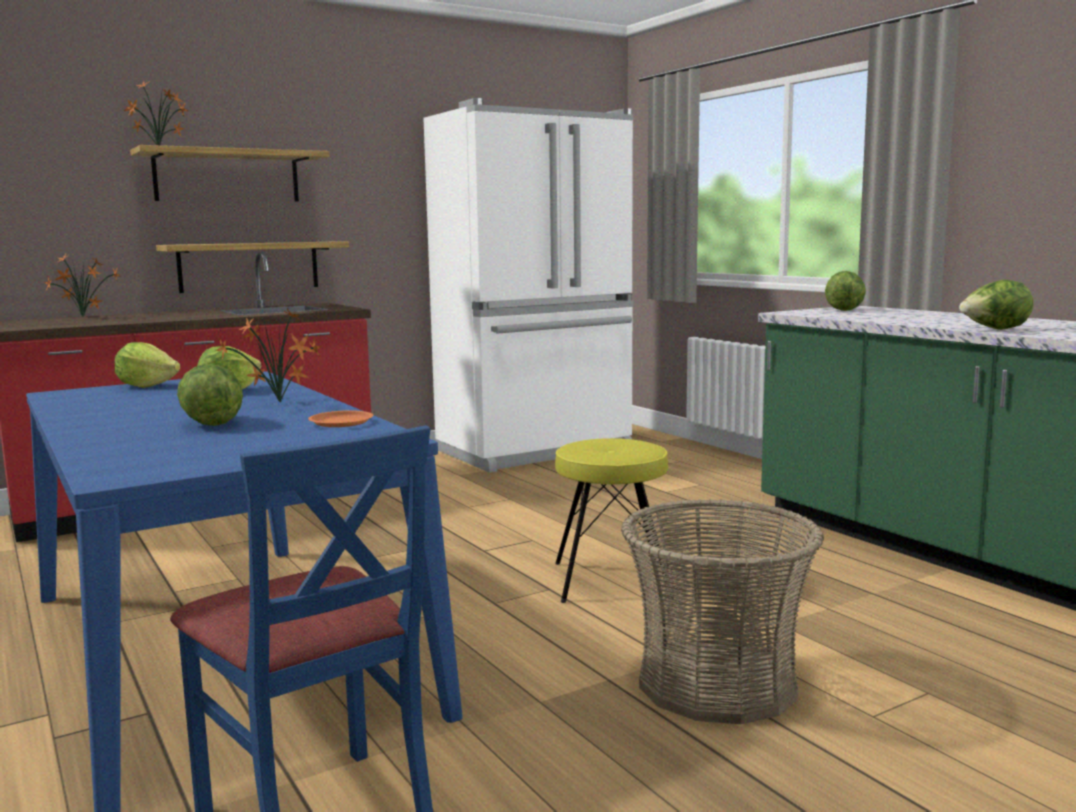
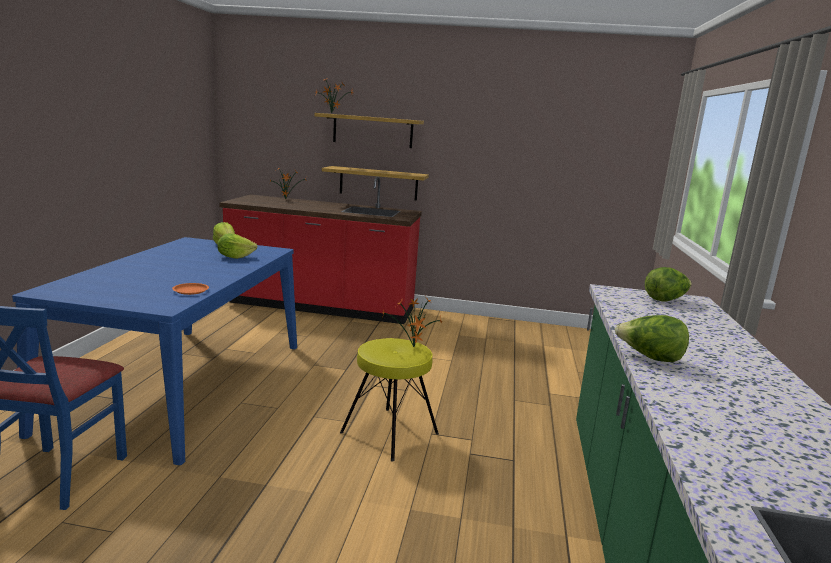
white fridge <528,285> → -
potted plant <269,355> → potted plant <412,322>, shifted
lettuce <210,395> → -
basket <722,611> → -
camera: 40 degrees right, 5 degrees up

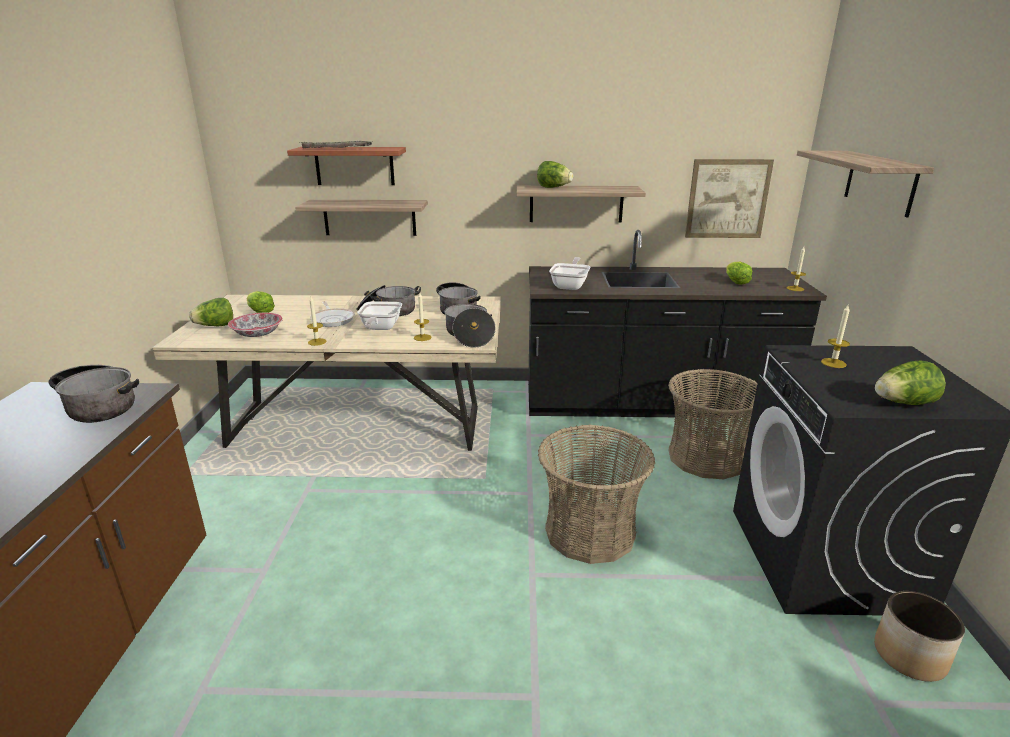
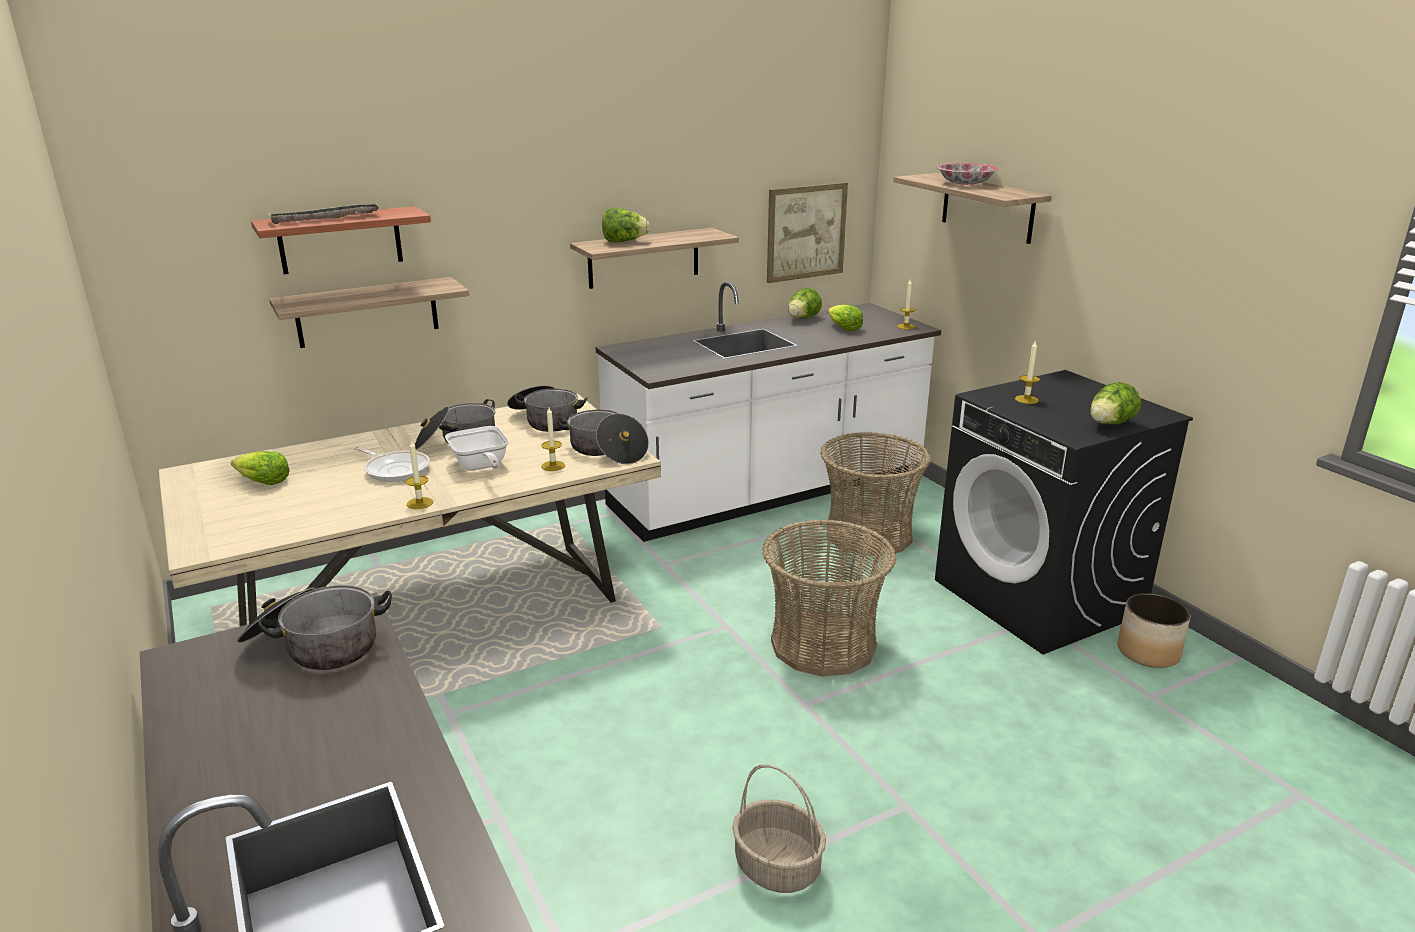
black counter <677,324> → white counter <768,412>
frying pan <570,273> → -
lettuce <211,312> → lettuce <805,303>, shifted
bowl <255,325> → bowl <967,174>, shifted
- → basket <779,828>
camera: 30 degrees left, 0 degrees up

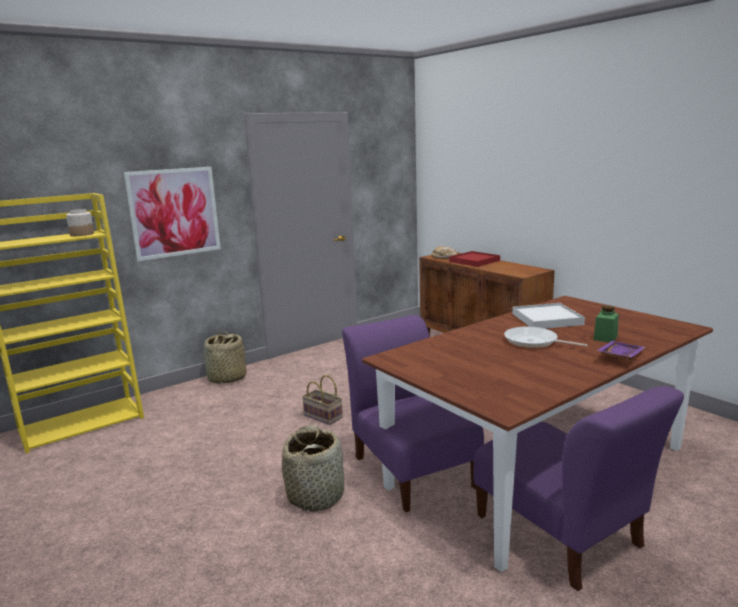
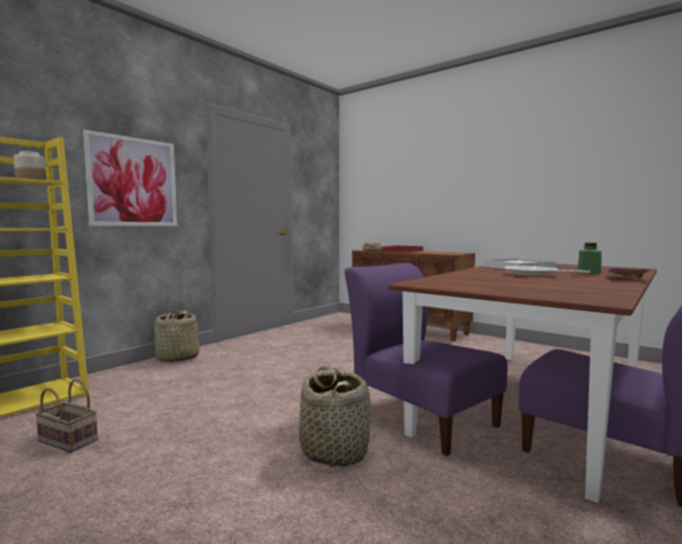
basket <322,400> → basket <66,416>, shifted
camera: 15 degrees left, 10 degrees down

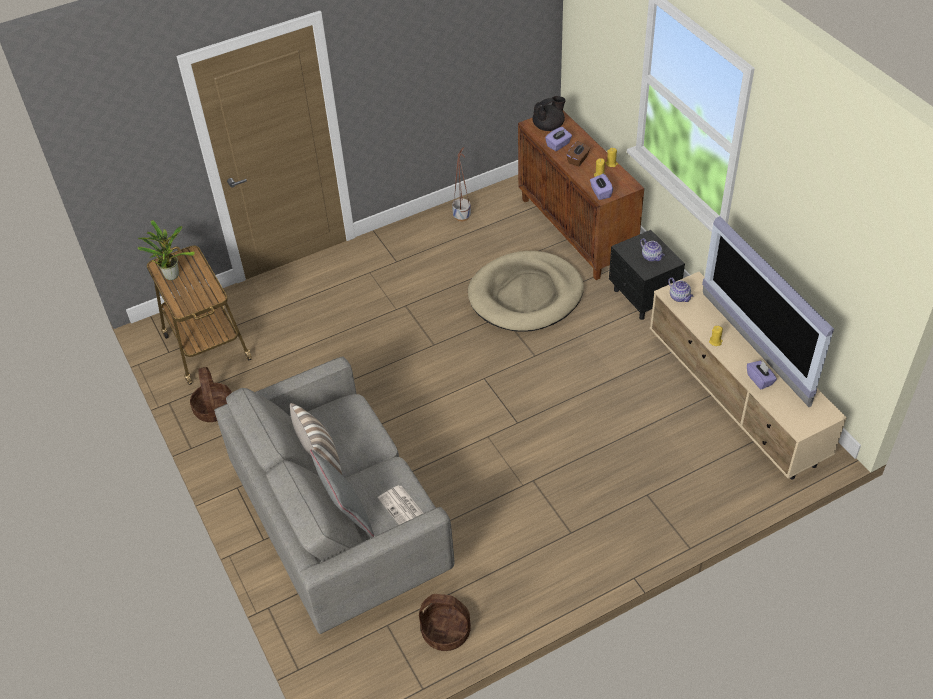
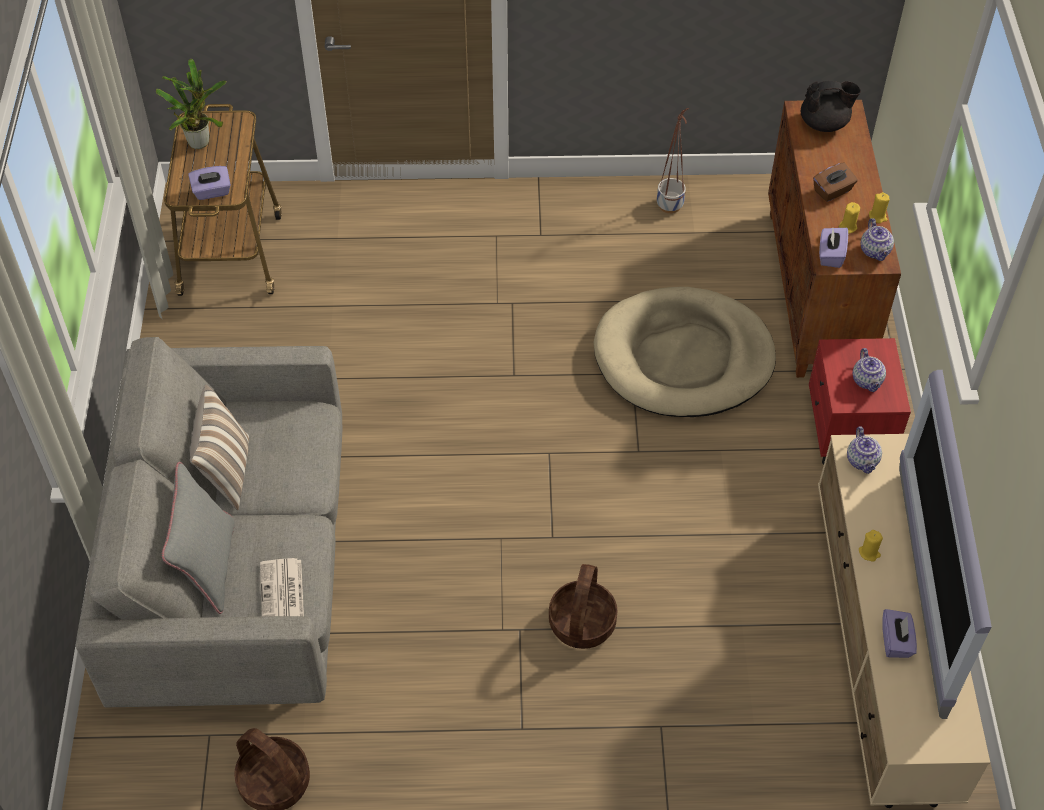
purple tissue box <558,139> → purple tissue box <209,183>, shifted
black nightstand <647,275> → red nightstand <860,401>
basket <211,394> → basket <583,606>, shifted
- → teapot <877,239>
camera: 25 degrees right, 5 degrees up

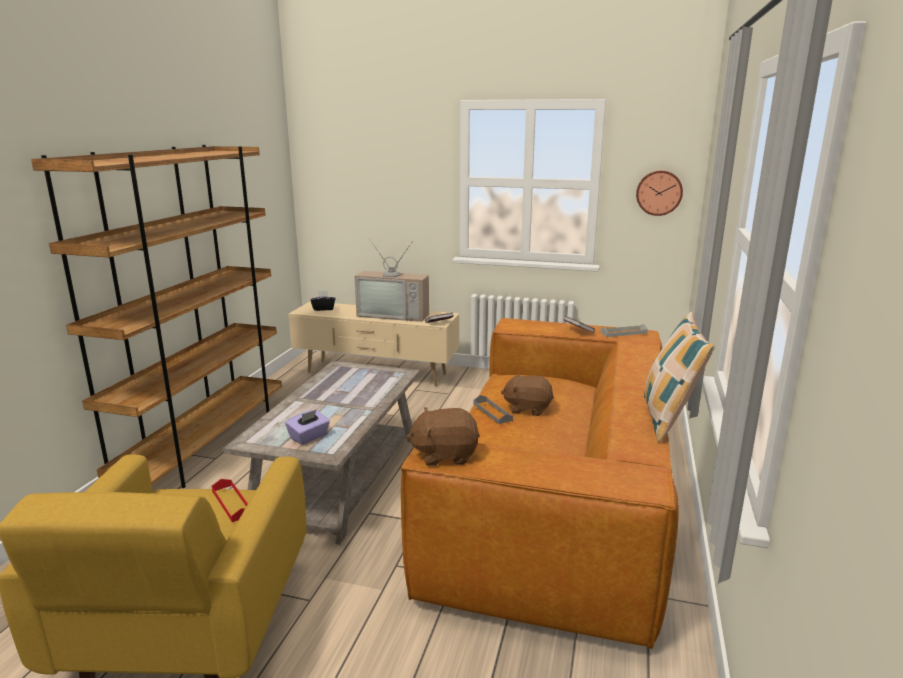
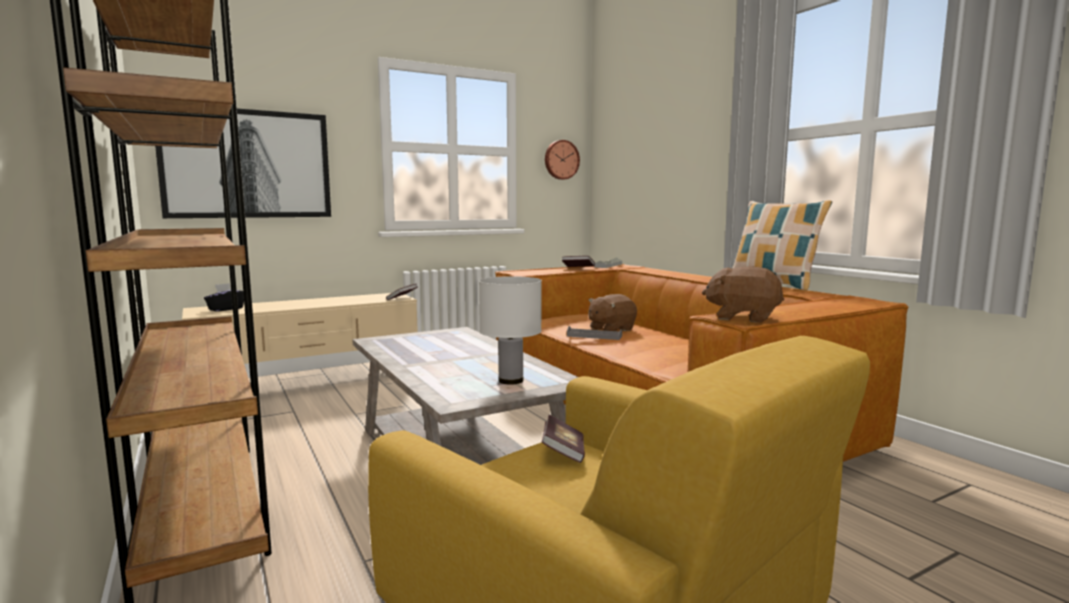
television <392,280> → -
brown plush toy <443,436> → brown plush toy <743,294>, 75 degrees clockwise
purple tissue box <307,427> → white table lamp <510,330>
red tray <230,500> → book <563,439>
- → picture <243,163>
camera: 45 degrees left, 10 degrees down

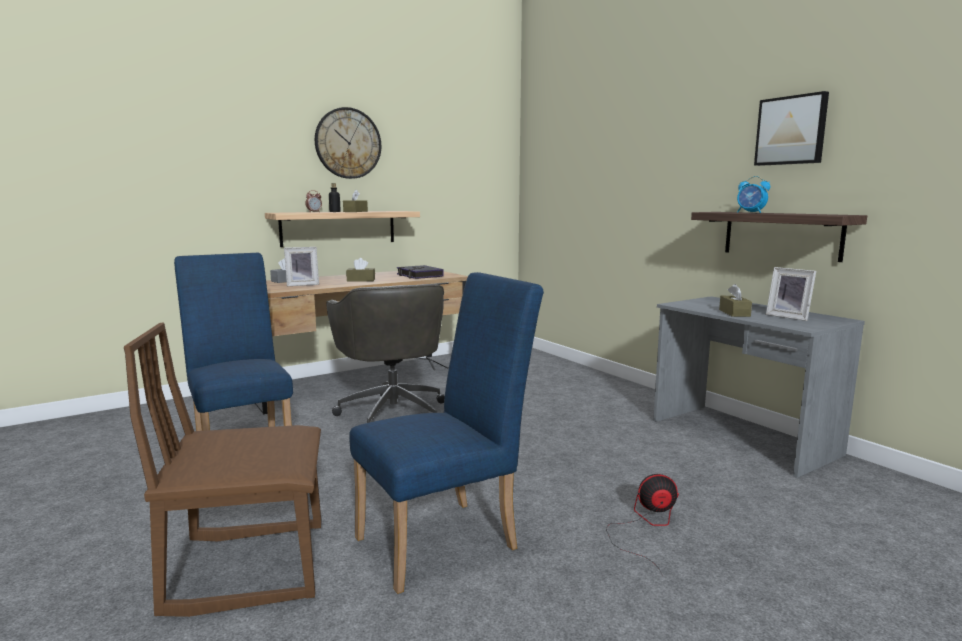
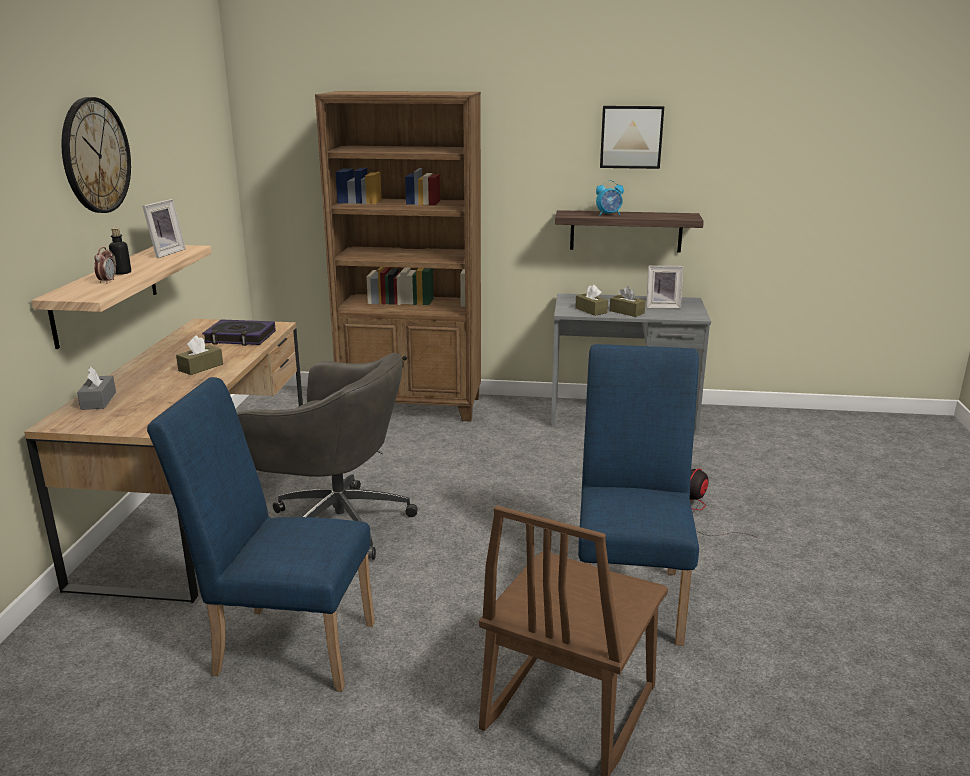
brown tissue box <355,201> → brown tissue box <591,300>, shifted
picture frame <301,266> → picture frame <164,228>, shifted
- → brown bookcase <398,256>
camera: 50 degrees left, 10 degrees up

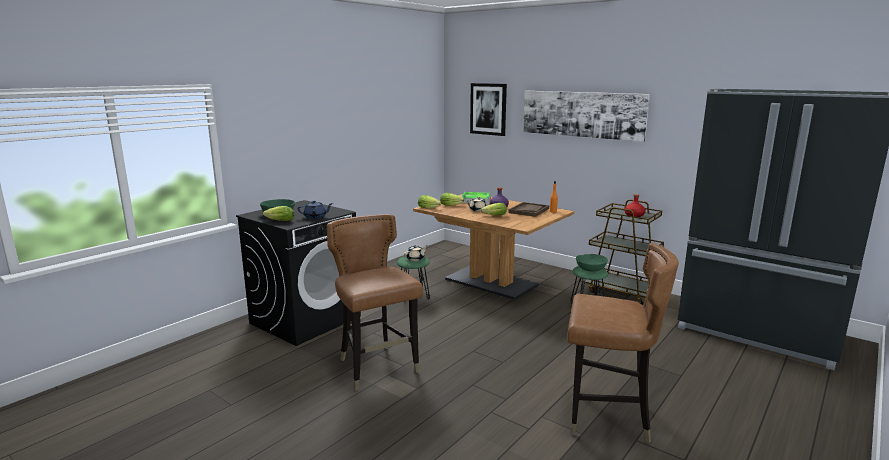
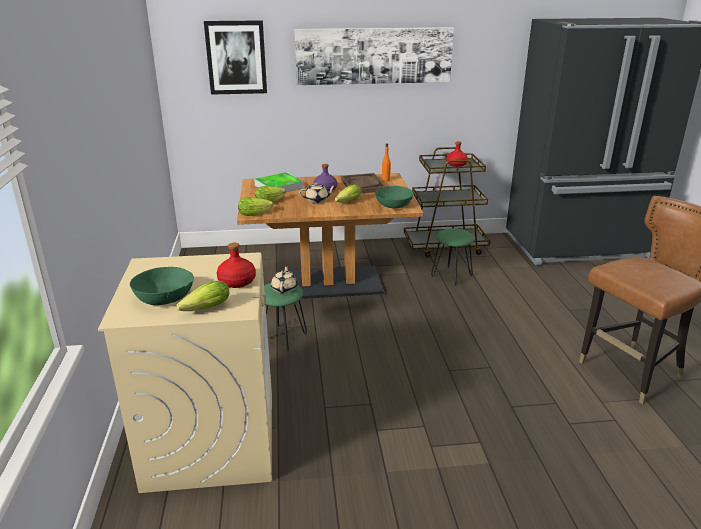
black washing machine <298,273> → beige washing machine <185,372>
blue teapot <315,209> → red bottle <236,265>
brown chair <375,302> → -
green bowl <592,262> → green bowl <394,197>, shifted
camera: 45 degrees left, 10 degrees up

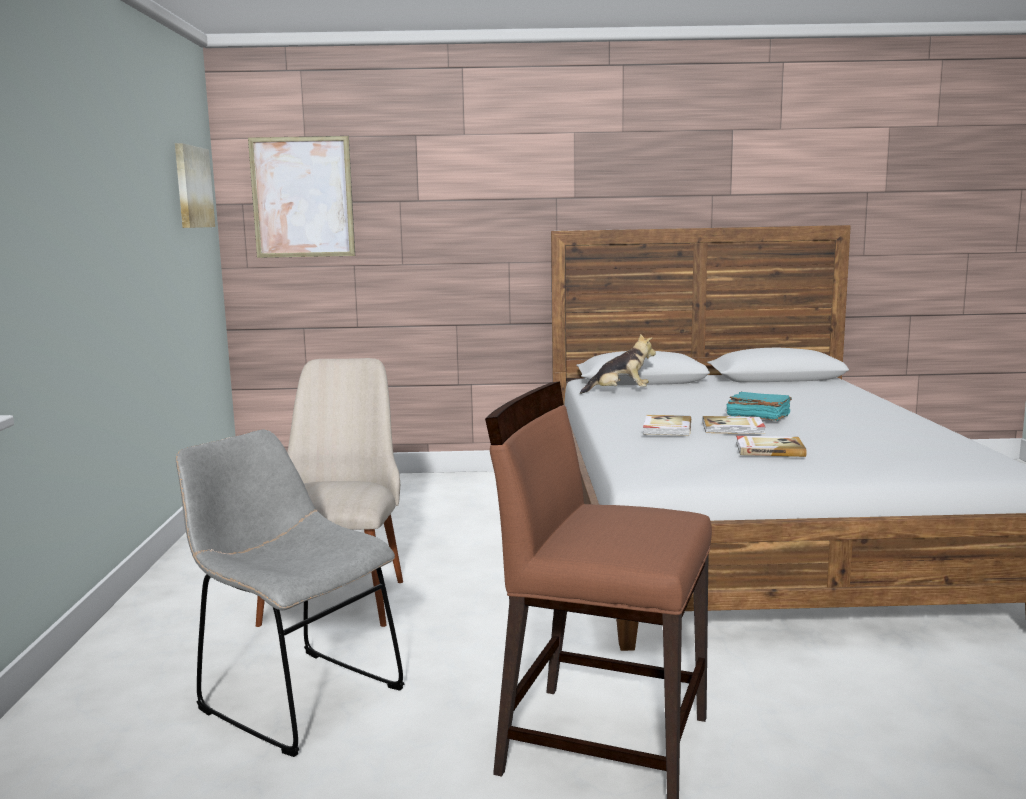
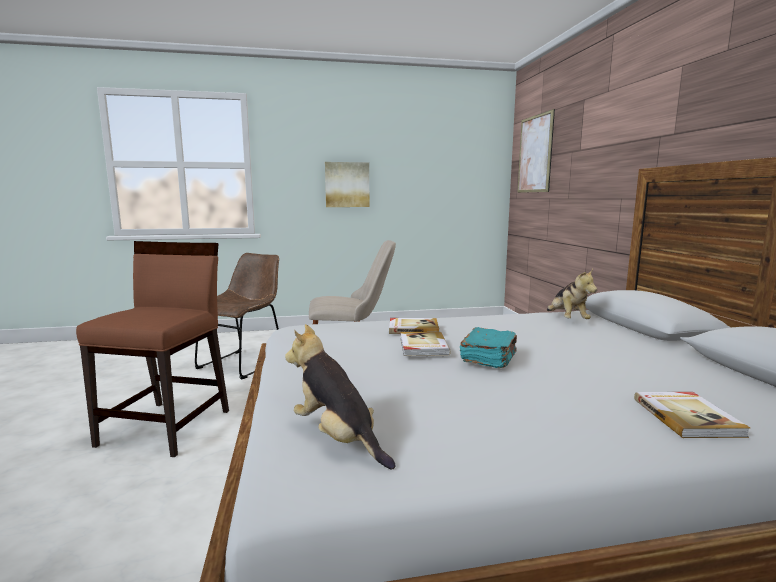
picture <195,185> → picture <347,184>, shifted
grey chair <290,593> → brown chair <237,316>
book <771,446> → book <692,415>, shifted
- → plush toy <340,396>
camera: 80 degrees right, 0 degrees up

